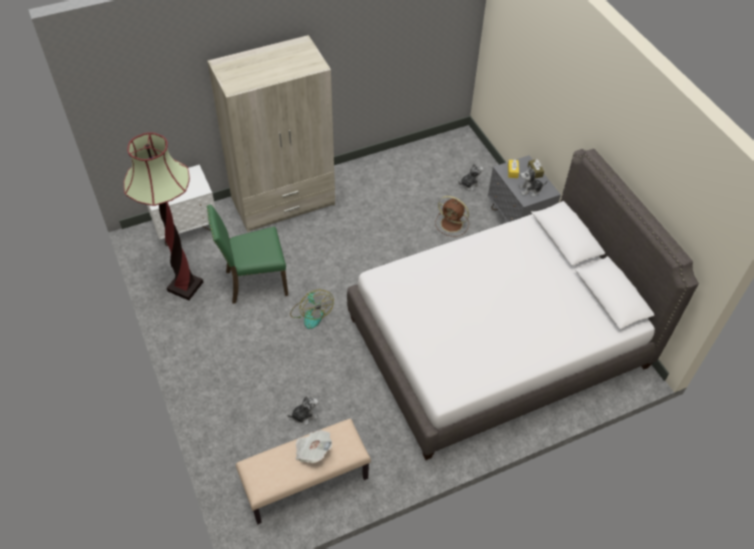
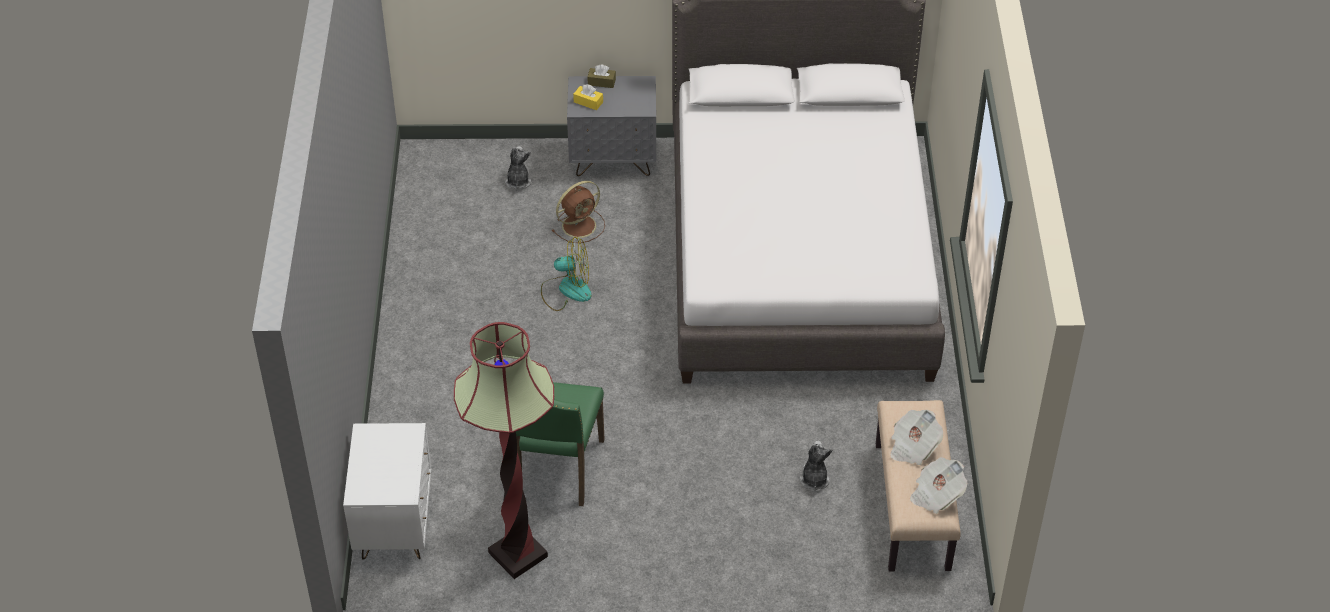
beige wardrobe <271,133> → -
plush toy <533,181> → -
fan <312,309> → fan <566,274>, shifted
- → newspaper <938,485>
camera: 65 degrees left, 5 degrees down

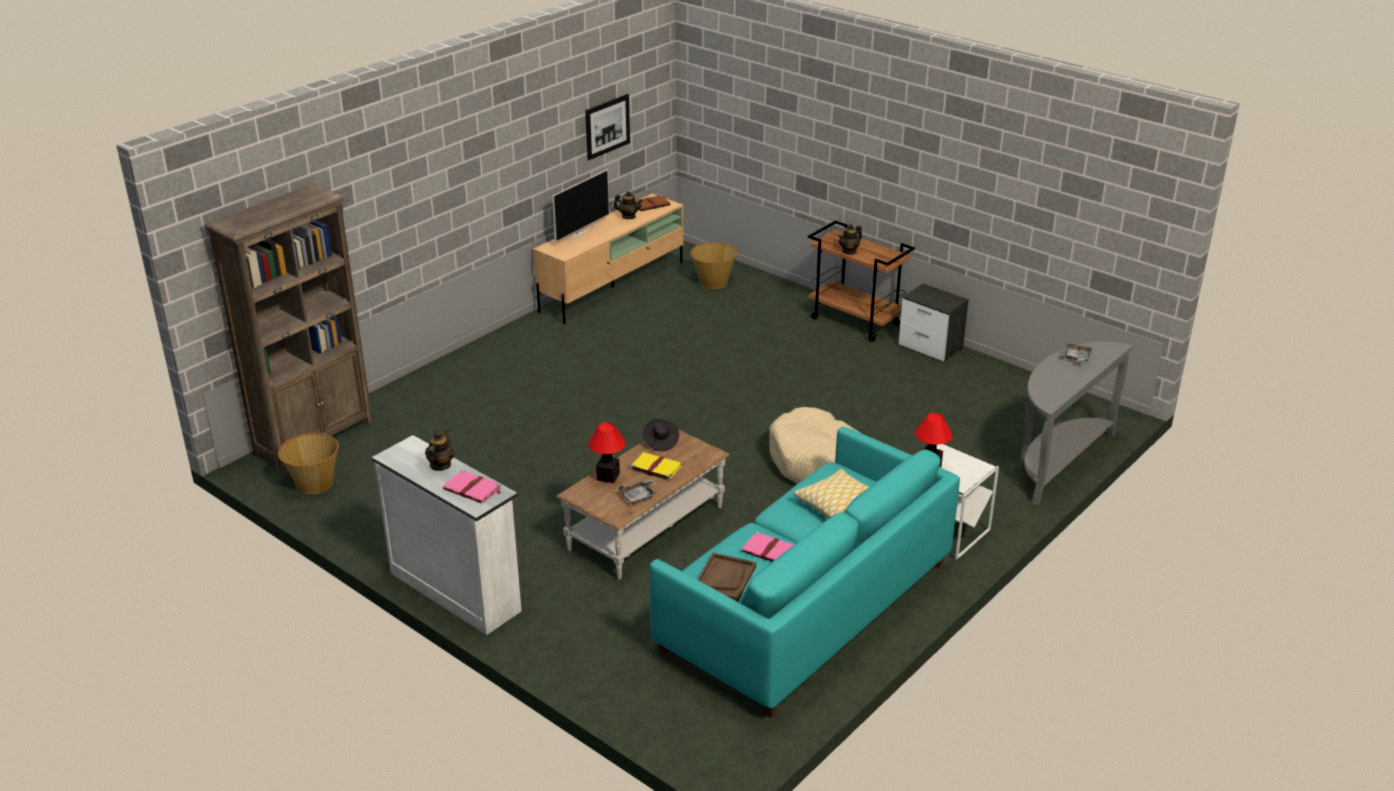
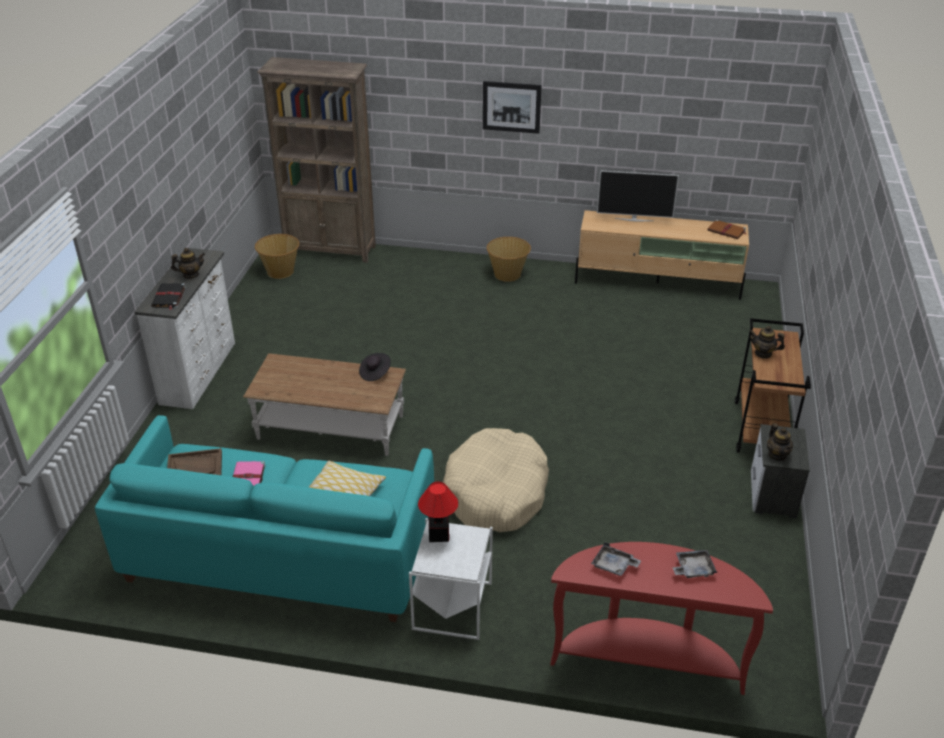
picture <607,127> → picture <512,107>, shifted
teapot <628,205> → teapot <780,442>, shifted
basket <713,265> → basket <509,259>, shifted
grey console table <1075,423> → red console table <661,618>
table lamp <607,452> → -
yellow book <656,466> → -
pink book <472,486> → black book <168,296>
grey tray <638,492> → grey tray <616,559>, shifted
camera: 60 degrees right, 5 degrees up

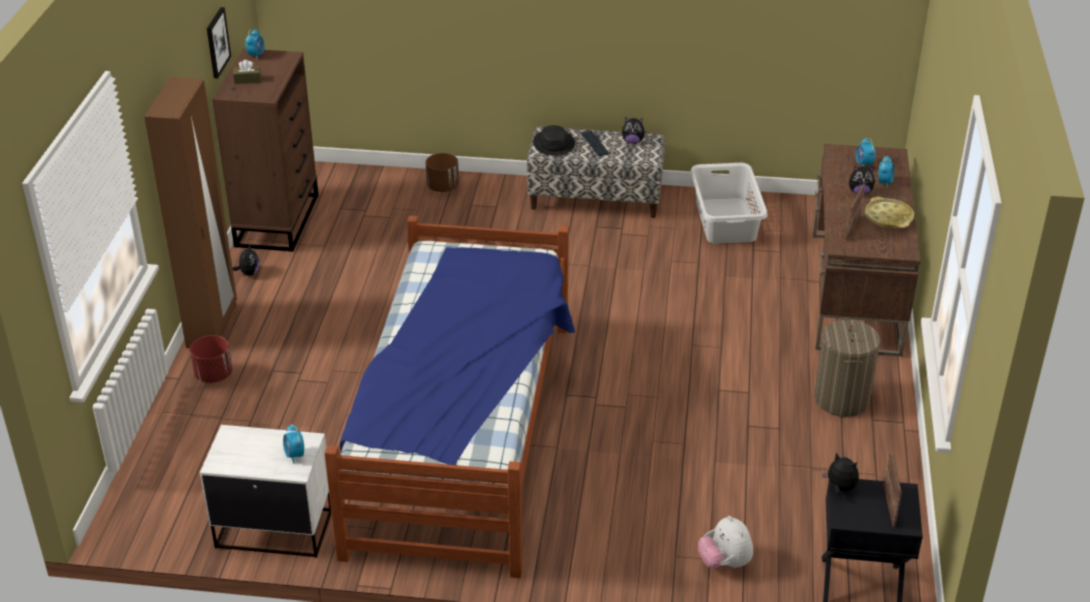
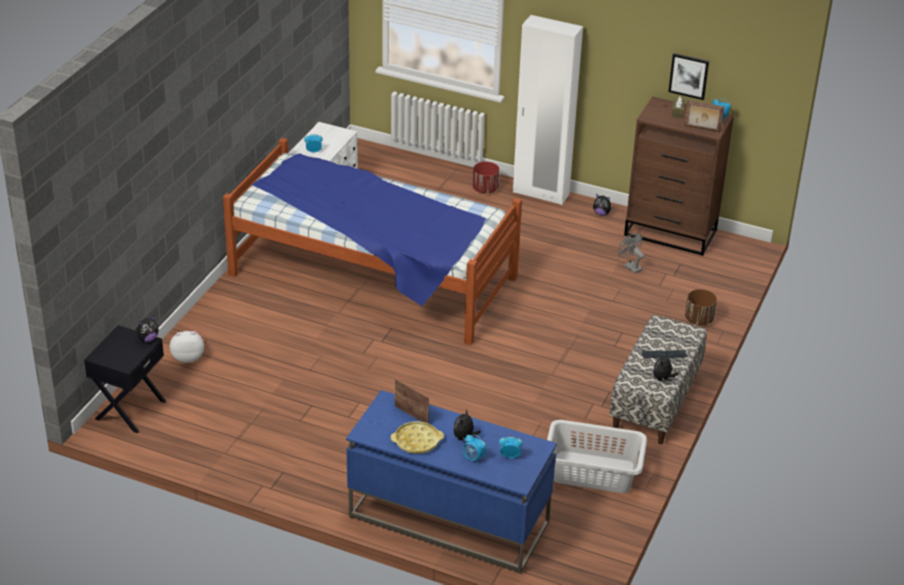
brown wardrobe <190,212> → white wardrobe <548,110>
black hat <554,140> → -
brown desk <867,250> → blue desk <451,482>
laundry basket <847,367> → -
picture frame <893,489> → picture frame <704,116>, shifted
- → grey fan <632,253>
camera: 105 degrees right, 0 degrees up

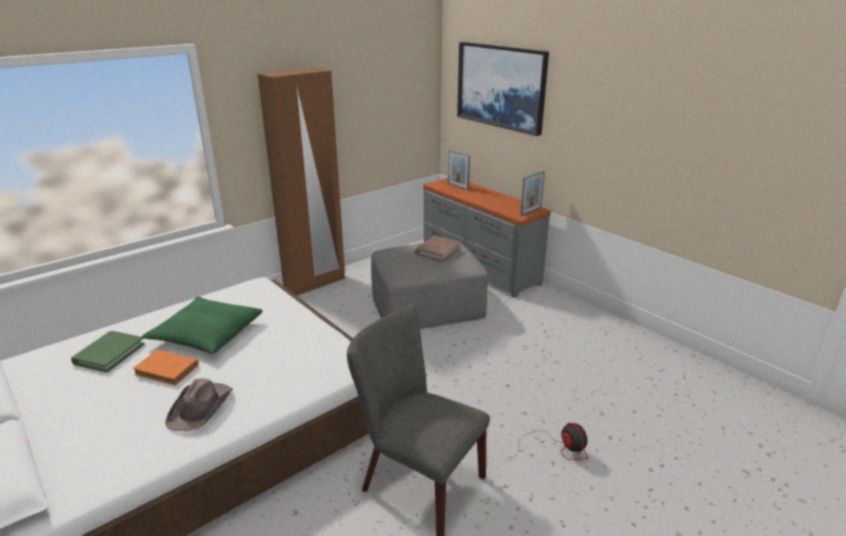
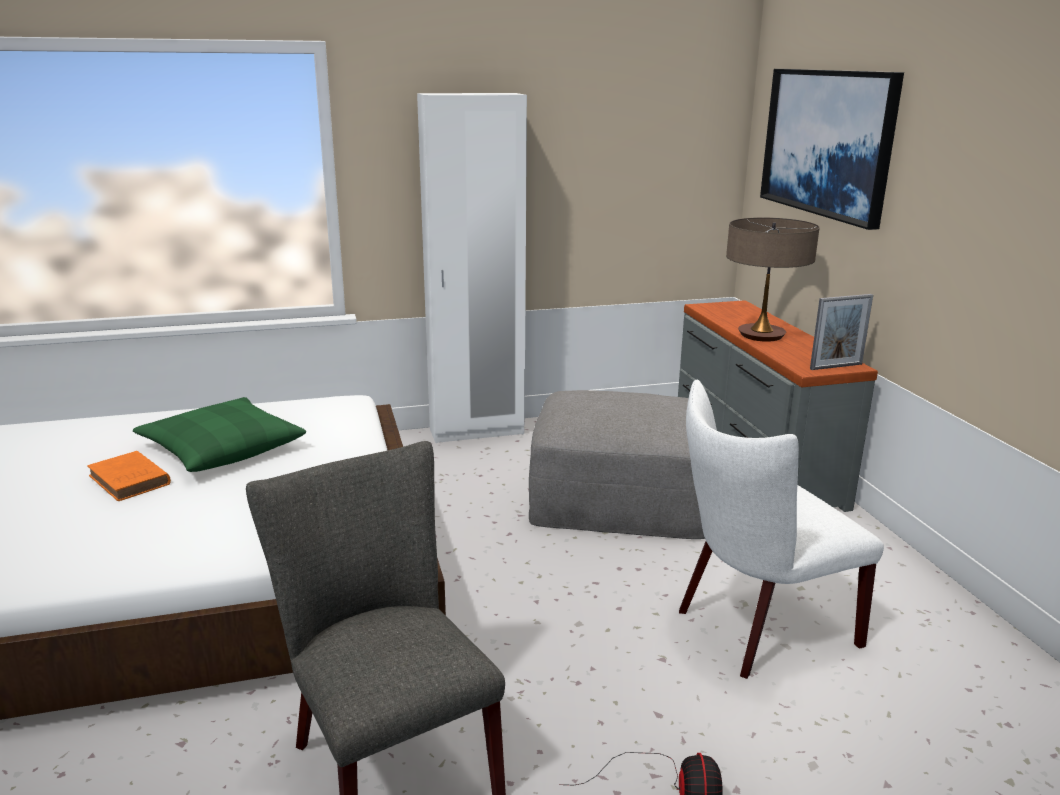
brown wardrobe <301,181> → white wardrobe <472,268>
picture frame <459,169> → -
brown book <438,249> → -
green book <108,352> → -
brown hat <199,404> → -
- → table lamp <773,280>
- → white chair <781,529>
camera: 25 degrees right, 5 degrees down

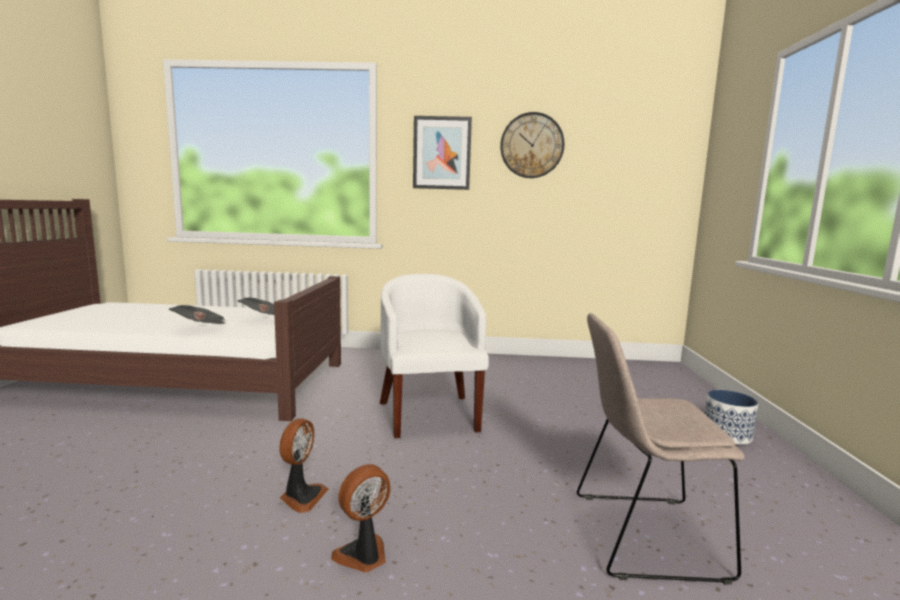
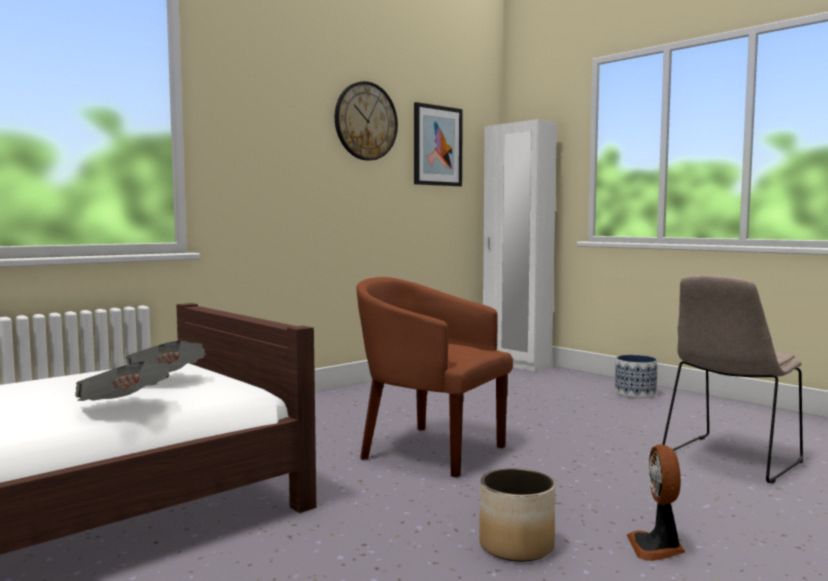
picture <442,153> → picture <438,144>, shifted
white armchair <434,356> → brown armchair <434,377>
fan <303,465> → planter <517,515>
- → white wardrobe <520,245>
camera: 45 degrees left, 5 degrees down

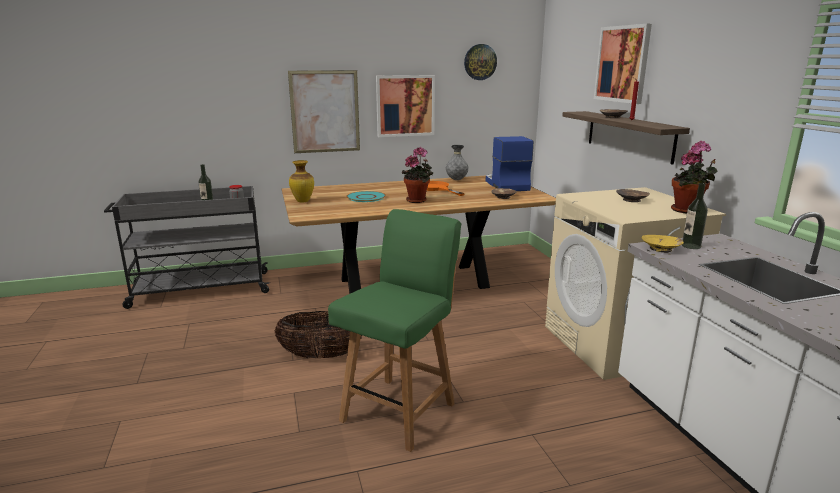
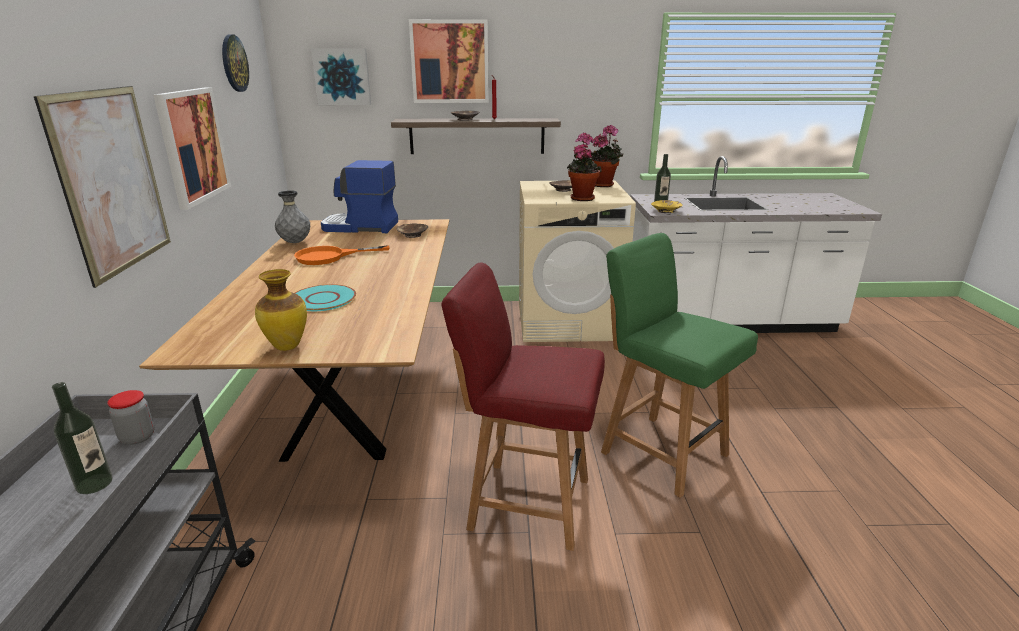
potted plant <417,175> → potted plant <584,166>, shifted
basket <318,335> → red chair <523,407>
- → picture <341,76>
camera: 75 degrees left, 5 degrees up

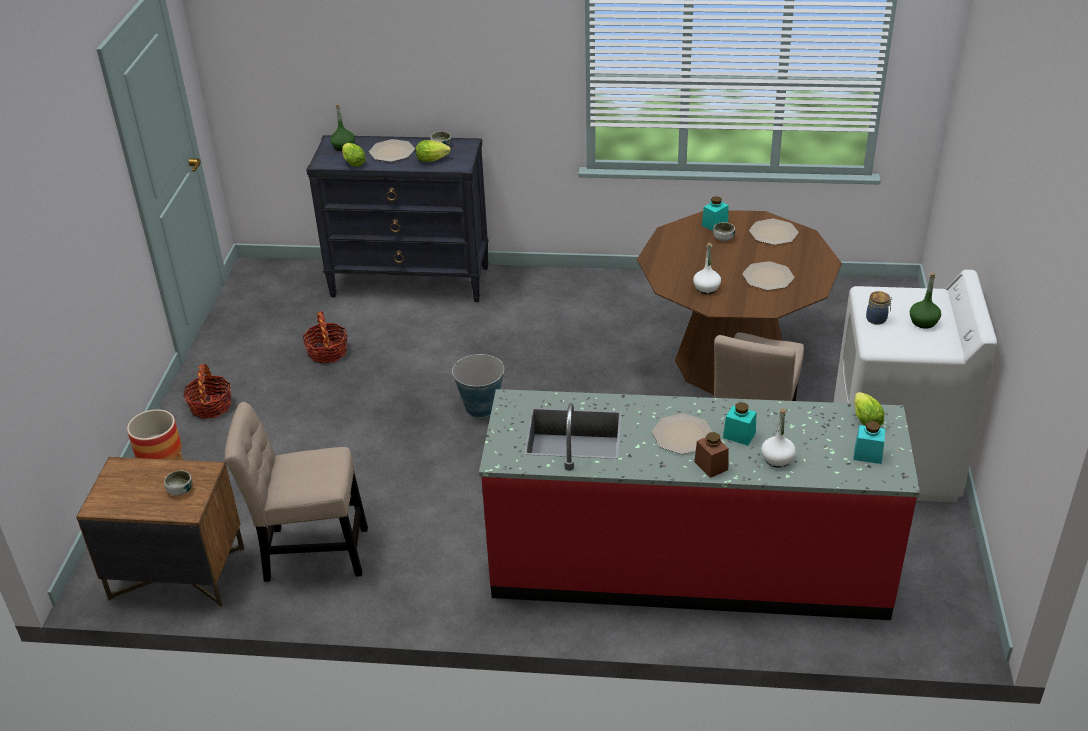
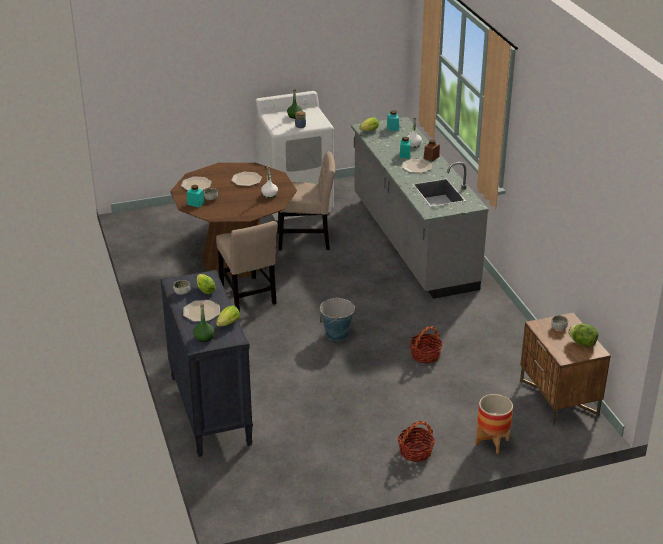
basket <325,337> → basket <426,345>, shifted
red counter <699,504> → grey counter <420,208>
beige chair <296,492> → beige chair <246,266>, shifted
- → lettuce <583,335>
camera: 115 degrees left, 5 degrees down

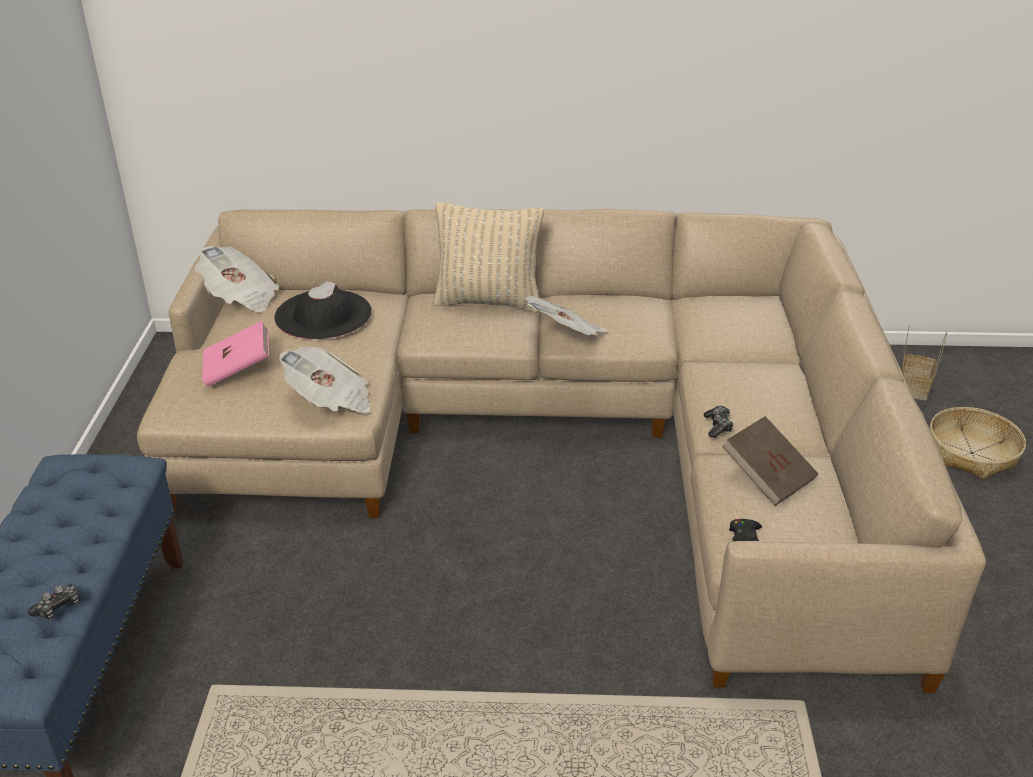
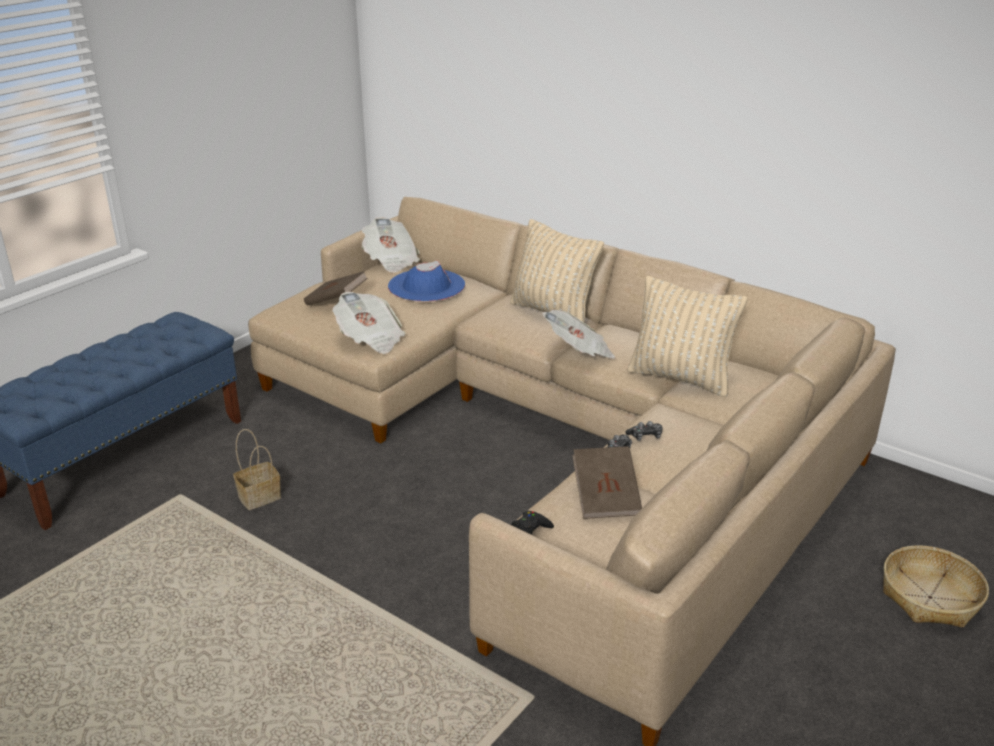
black hat <323,310> → blue hat <426,281>
pink book <235,354> → brown book <336,288>
basket <924,363> → basket <257,469>, shifted
game controller <53,602> → game controller <644,431>, shifted
- → beige pillow <687,336>
camera: 35 degrees right, 5 degrees down

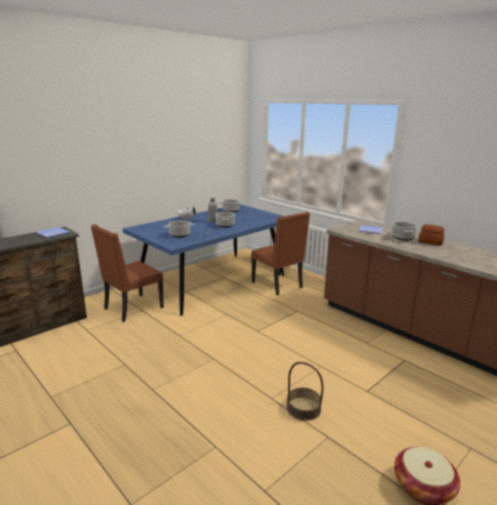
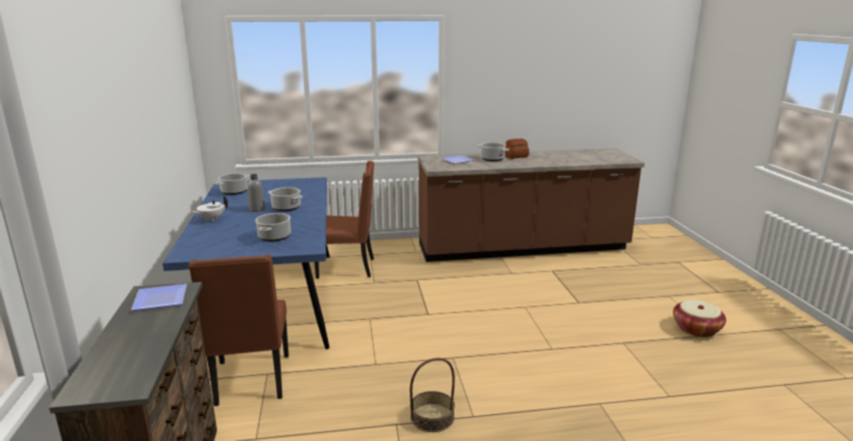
basket <304,391> → basket <432,395>, shifted
camera: 55 degrees left, 0 degrees up

